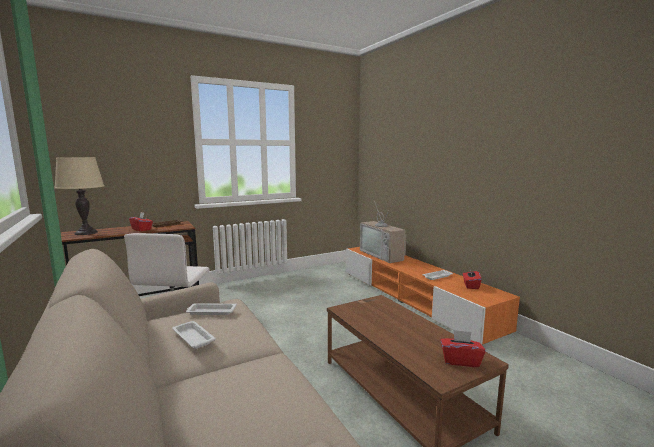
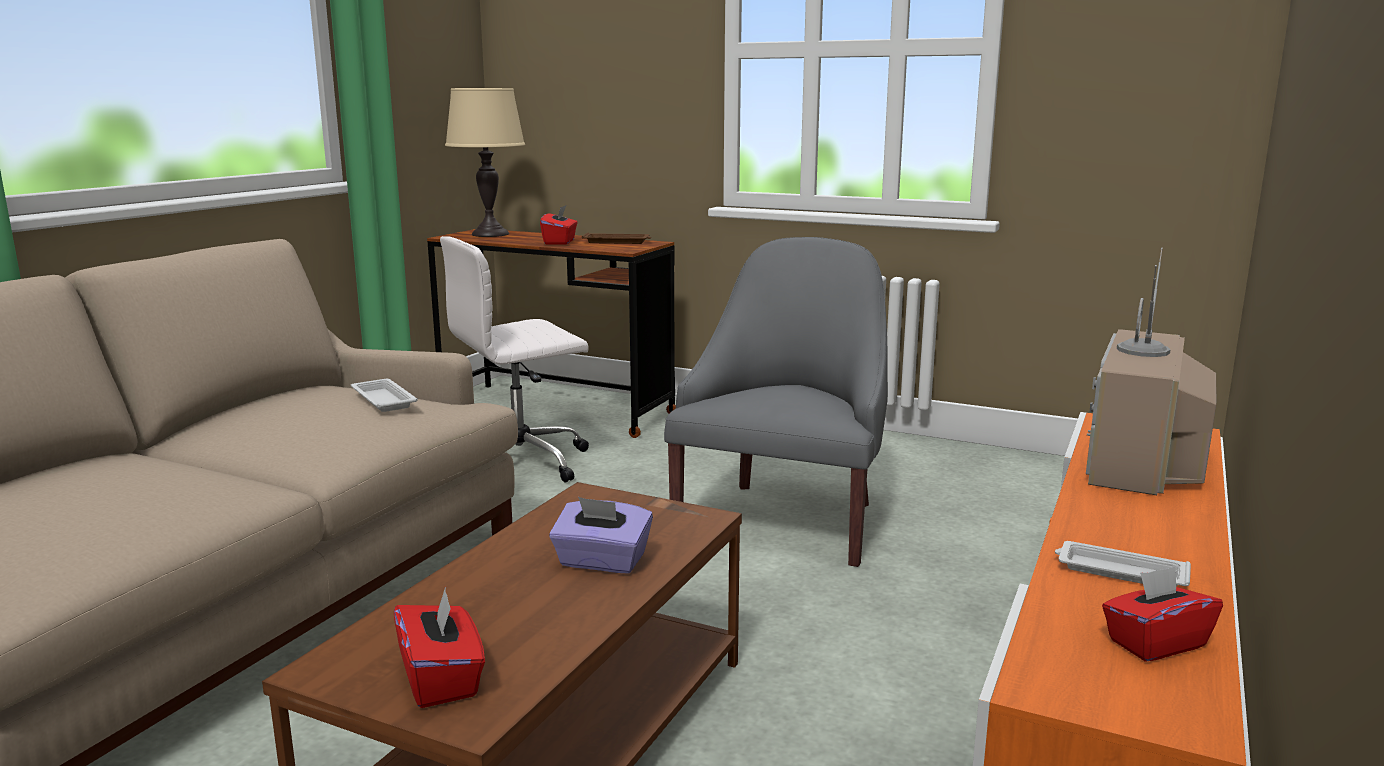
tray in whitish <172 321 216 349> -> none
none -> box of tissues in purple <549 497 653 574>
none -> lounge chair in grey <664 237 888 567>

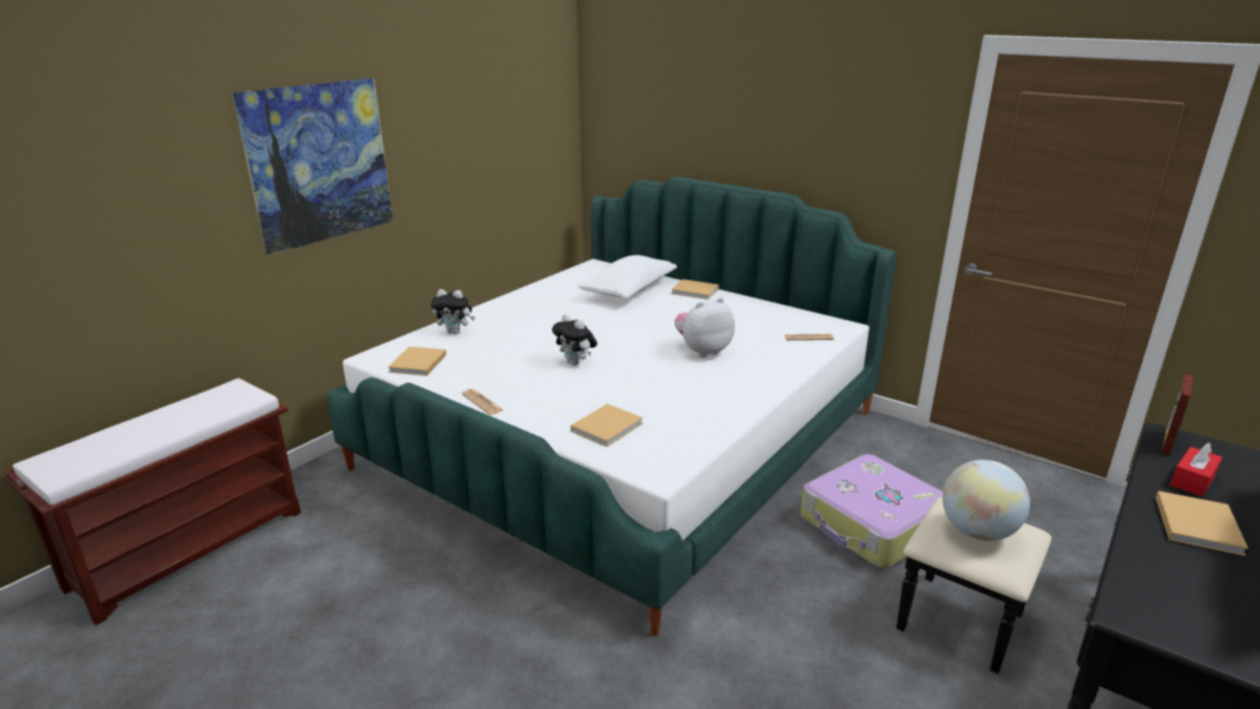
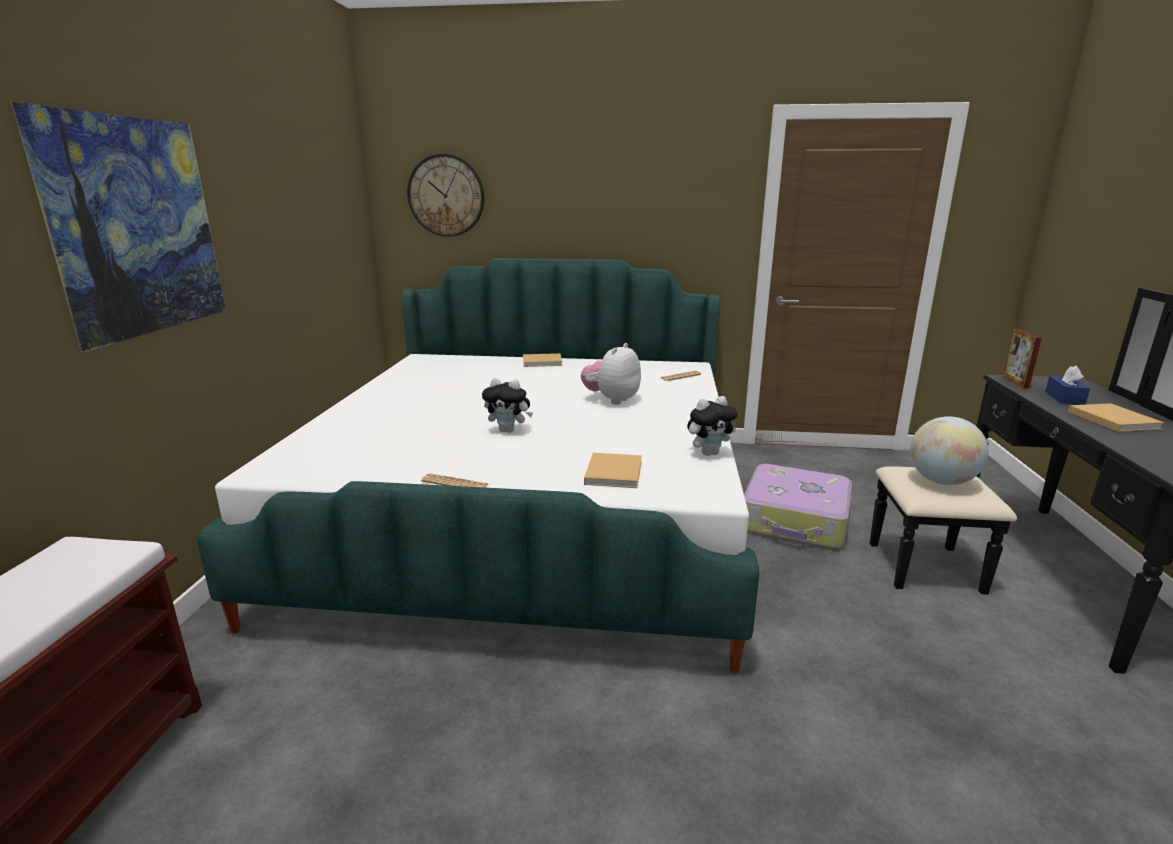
volume in beige <388 347 447 376> -> none
plush toy <431 289 475 334> -> plush toy <687 396 738 456>, moved
throw pillow in whitish <578 255 677 299> -> none
box of tissues in red <1170 443 1222 497> -> box of tissues in blue-coloured <1045 365 1090 405>
none -> clock on the wall <407 154 484 237>

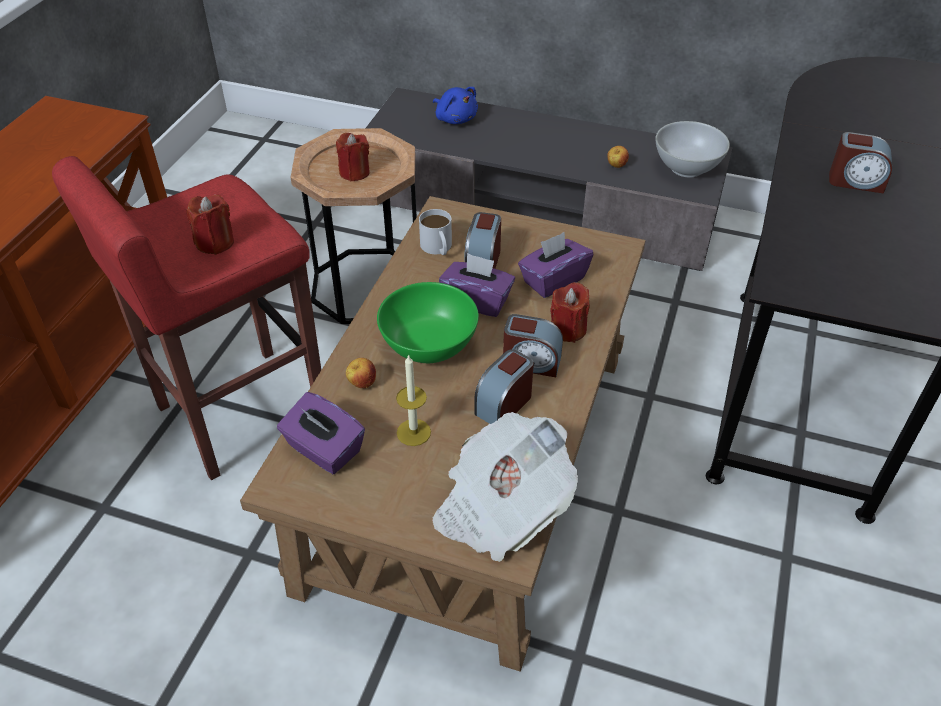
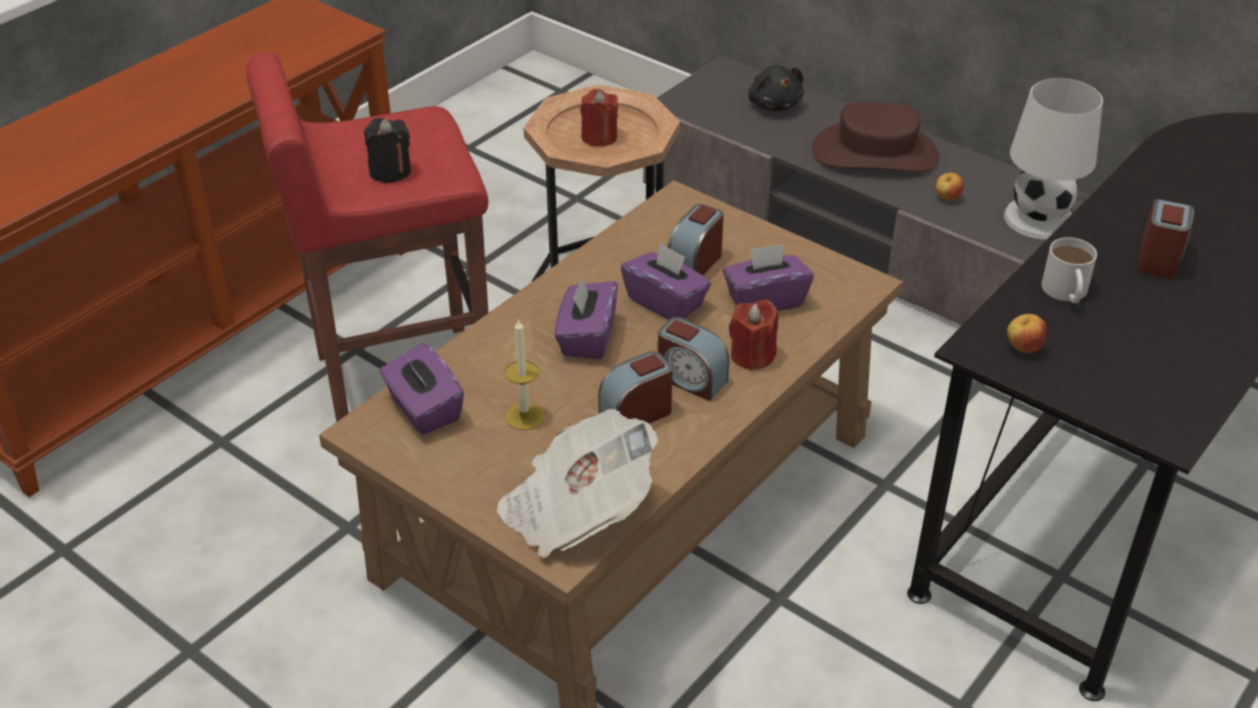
wax light in red <186 195 234 255> -> wax light in blackish <364 118 411 183>
apple fruit <346 358 376 388> -> apple fruit <1007 314 1047 353>, moved
serving bowl in green-coloured <377 282 479 363> -> box of tissues in purple <555 277 618 359>
coffee mug in whitish <419 209 452 255> -> coffee mug in whitish <1041 237 1097 303>, moved
plush toy in blue-coloured <433 87 478 124> -> plush toy in blackish <748 65 804 111>
serving bowl in whitish <655 121 730 177> -> lamp for a table in whitish <1004 78 1103 239>
table clock <829 132 892 194> -> table clock <1138 199 1194 278>, 105 degrees counterclockwise
none -> wearable hat in brownish <812 102 940 172>

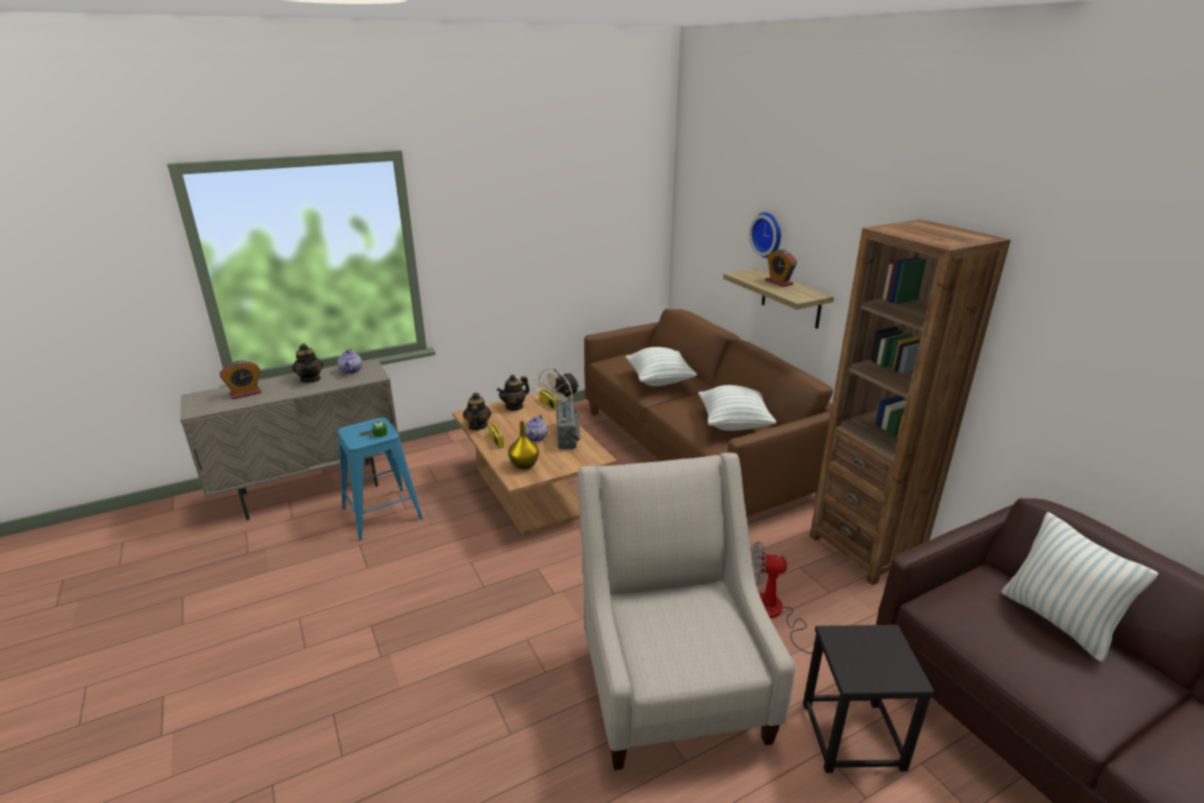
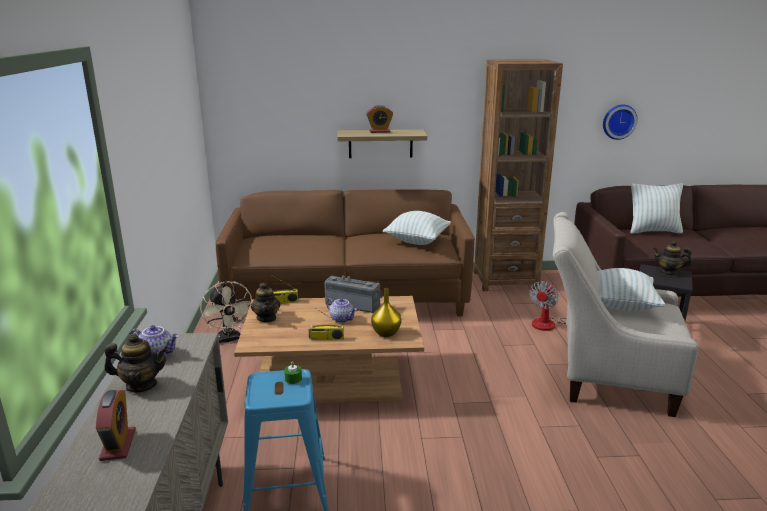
teapot <463 392 491 430> -> teapot <653 241 692 276>, moved
throw pillow <626 347 697 386> -> throw pillow <597 268 665 312>, moved
clock on the wall <749 212 781 258> -> clock on the wall <603 104 638 140>, moved

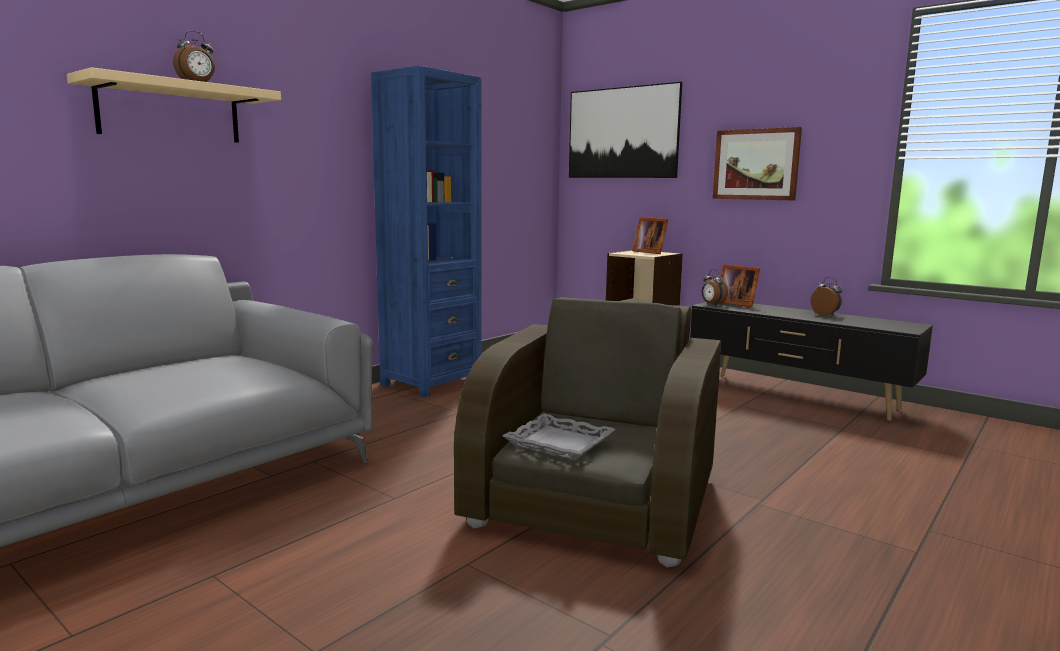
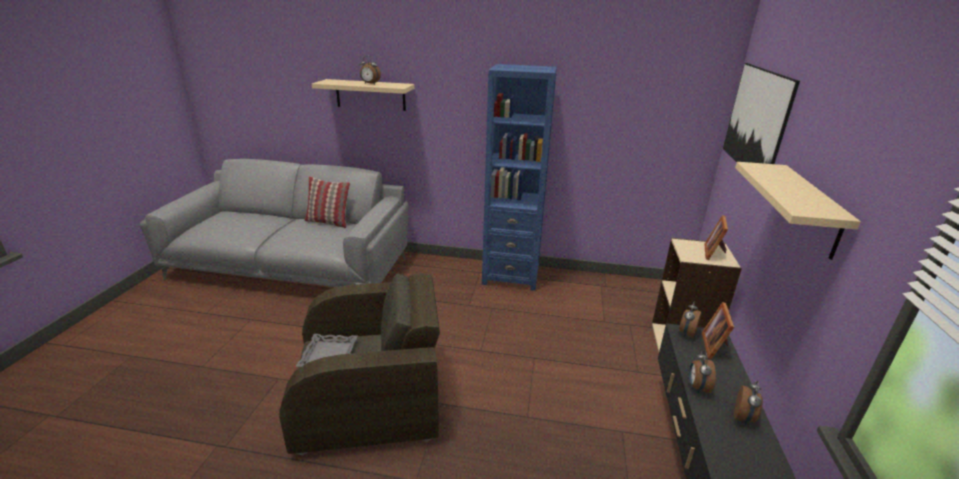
wall picture <713 127 802 200> -> wall shelf in beige <735 162 861 260>
none -> throw pillow <305 176 350 228>
none -> table clock <689 351 716 393>

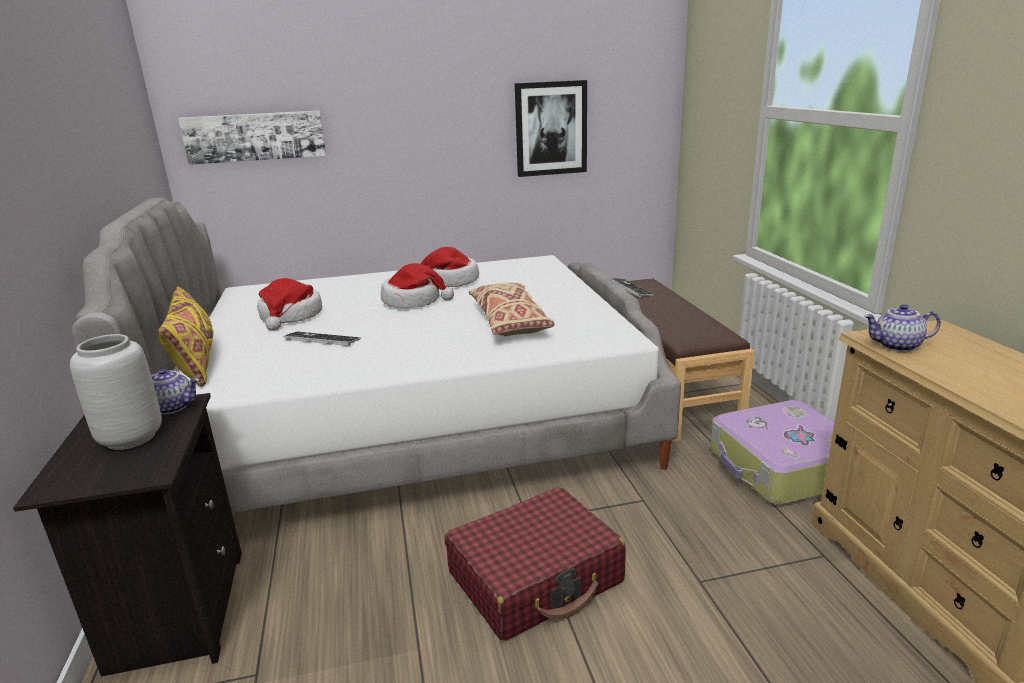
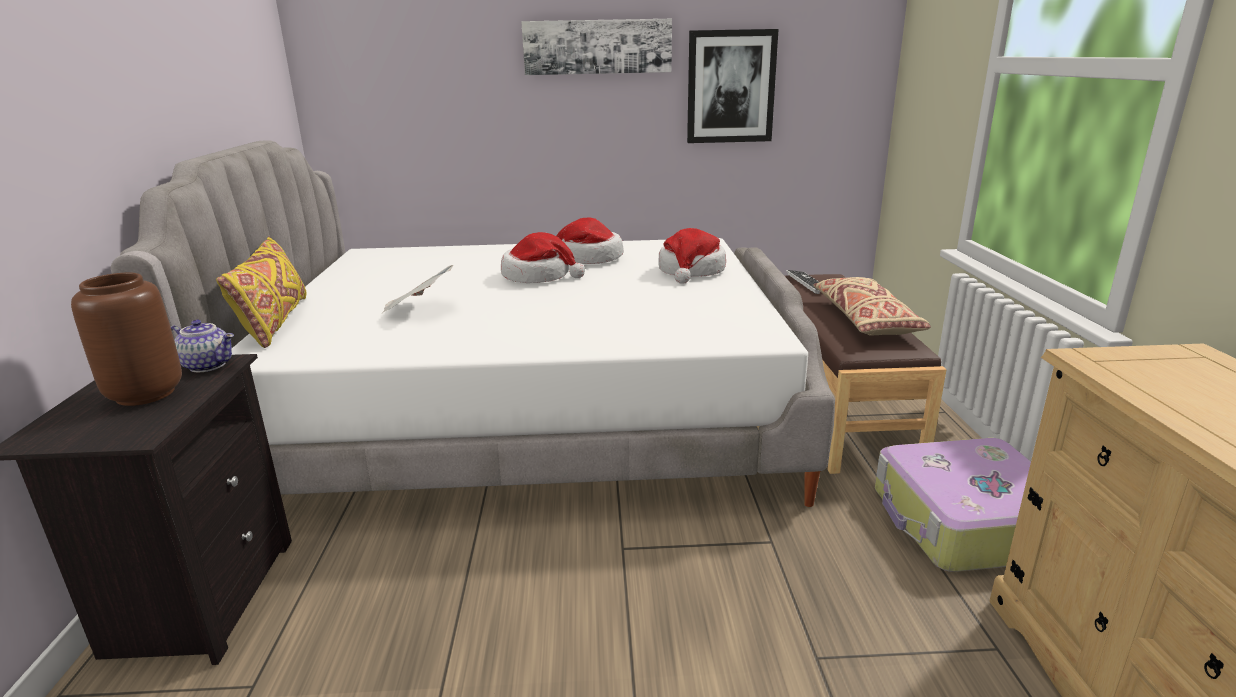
decorative vase in grey <70 334 162 450> -> decorative vase in brownish <71 273 182 406>
wall picture <178 110 326 165> -> wall picture <521 19 672 75>, moved
wearable hat <257 278 322 331> -> wearable hat <659 228 726 284>, moved
computer keyboard <283 332 361 346> -> newspaper <383 265 453 313>
piece of luggage in red <445 487 626 641> -> none
throw pillow in beige <469 282 555 336> -> throw pillow in beige <813 277 930 336>, moved
teapot <864 304 941 352> -> none

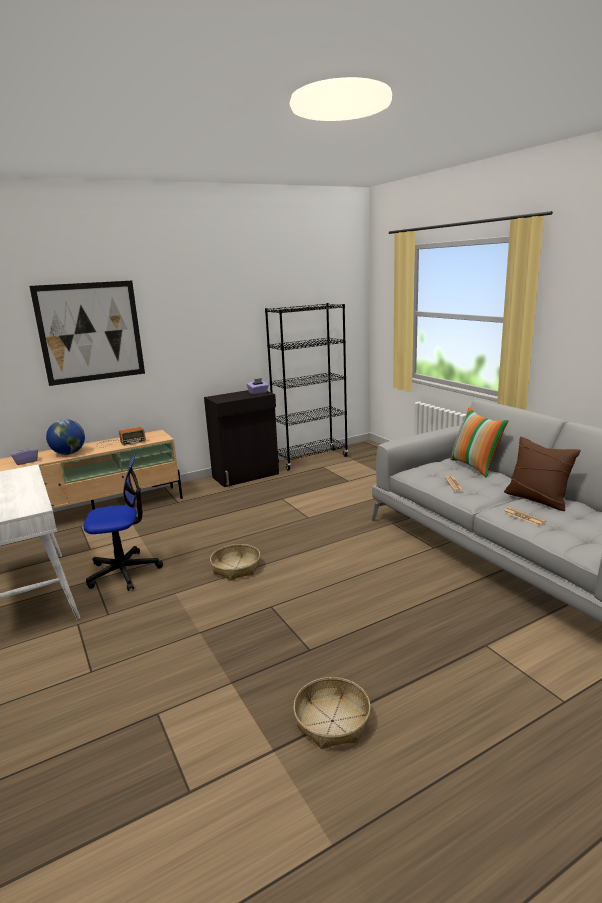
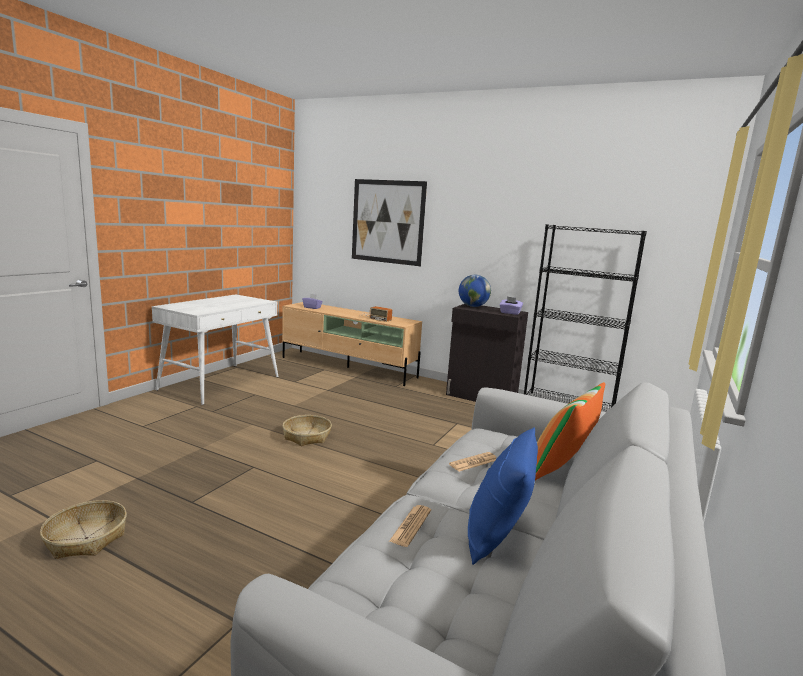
globe <46 419 85 455> -> globe <459 275 491 307>, moved
desk chair <84 453 163 591> -> none
throw pillow in brownish <504 437 581 511> -> throw pillow in blue-coloured <468 427 538 565>

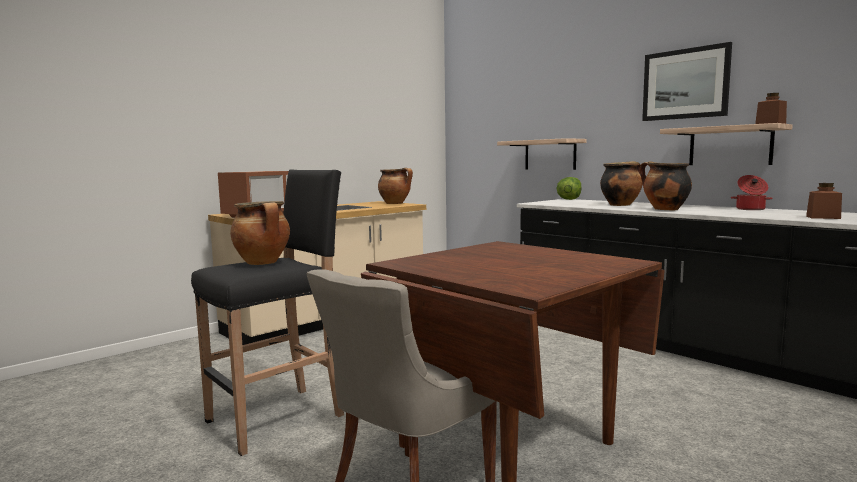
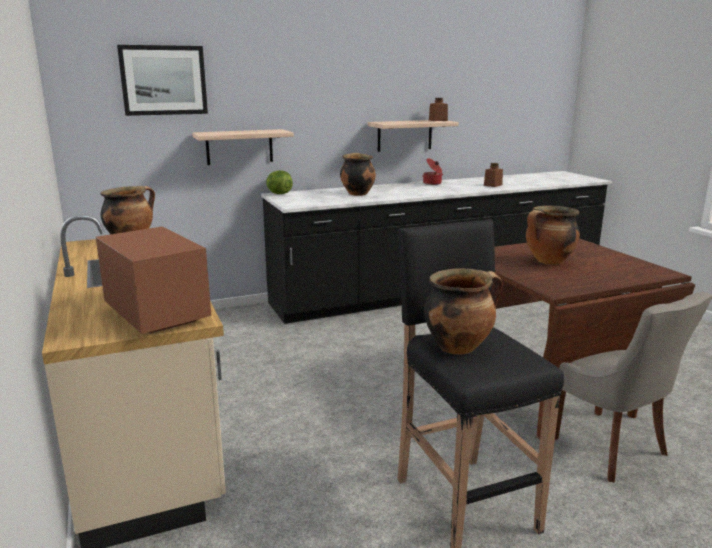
saucepot <640 161 692 210> -> saucepot <526 206 580 265>, moved
wall picture <642 42 732 121> -> wall picture <117 45 208 116>, moved

